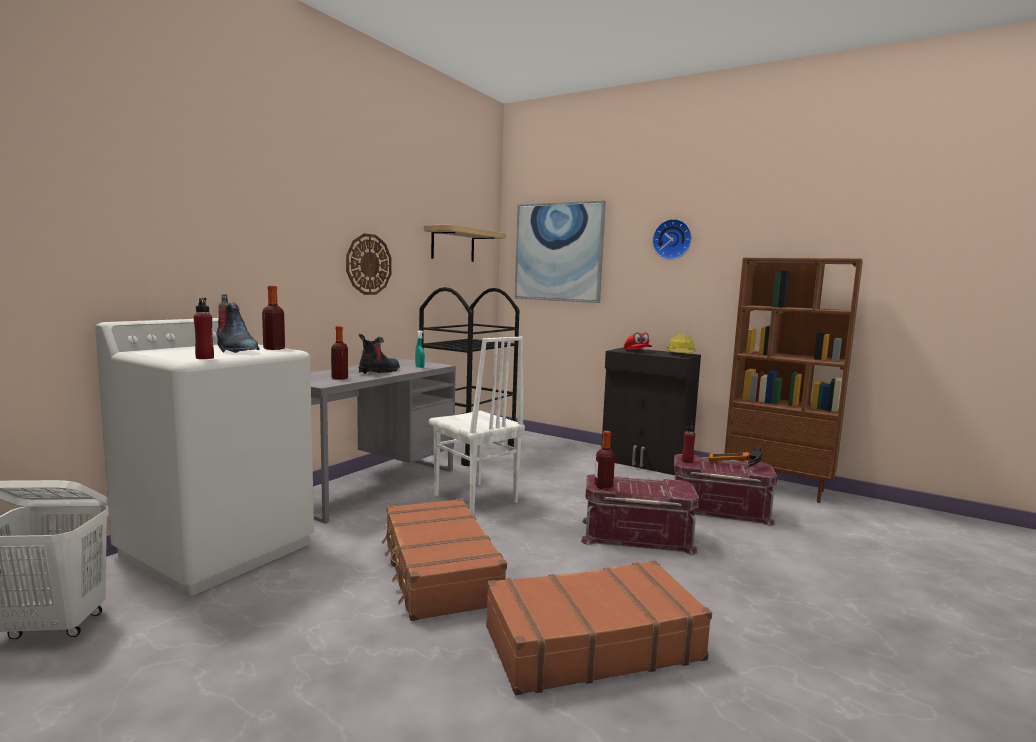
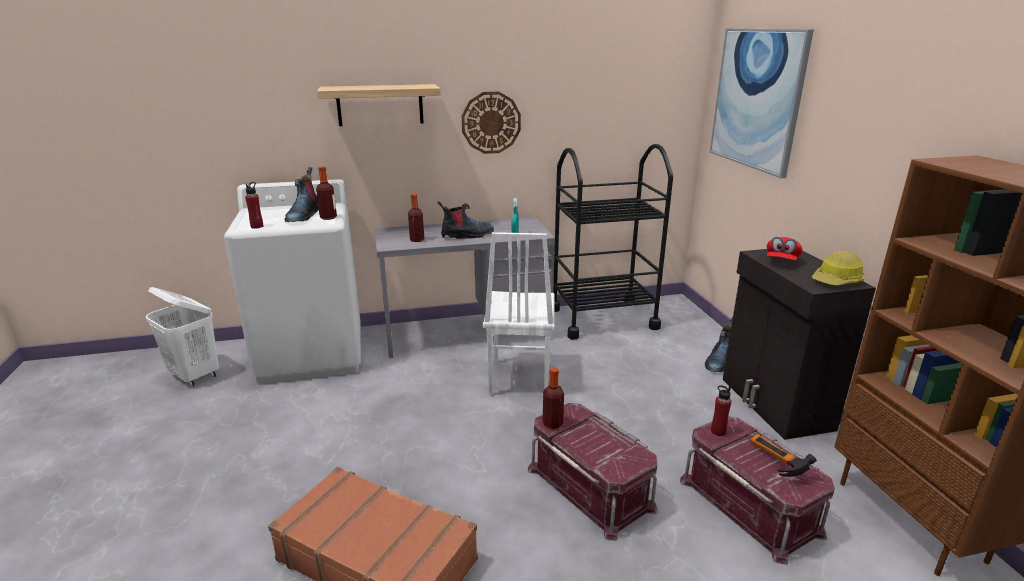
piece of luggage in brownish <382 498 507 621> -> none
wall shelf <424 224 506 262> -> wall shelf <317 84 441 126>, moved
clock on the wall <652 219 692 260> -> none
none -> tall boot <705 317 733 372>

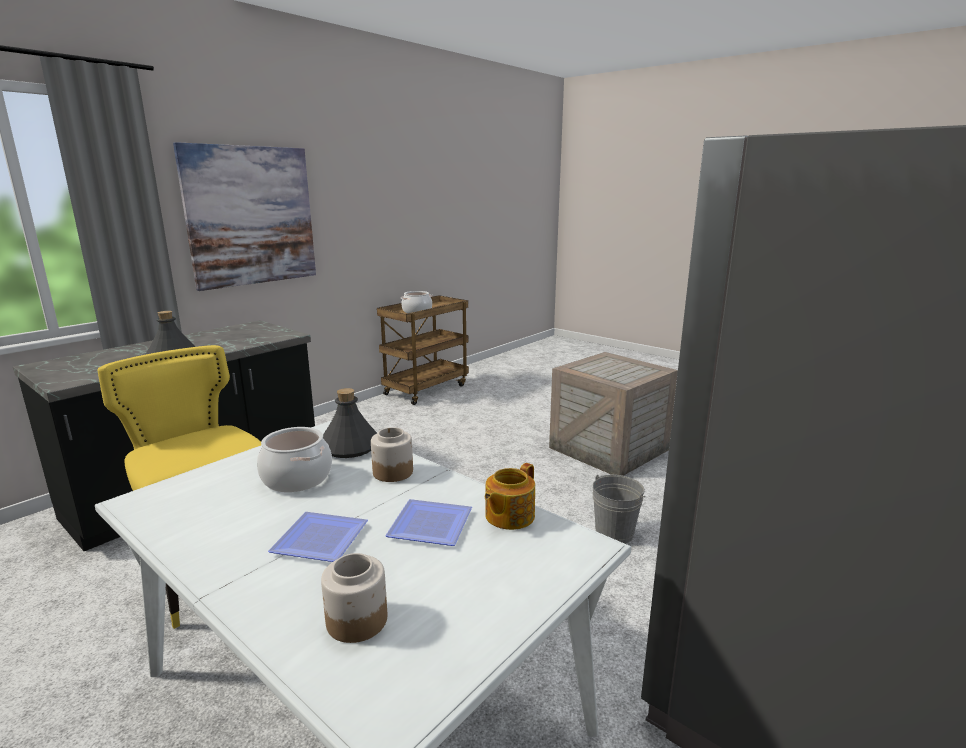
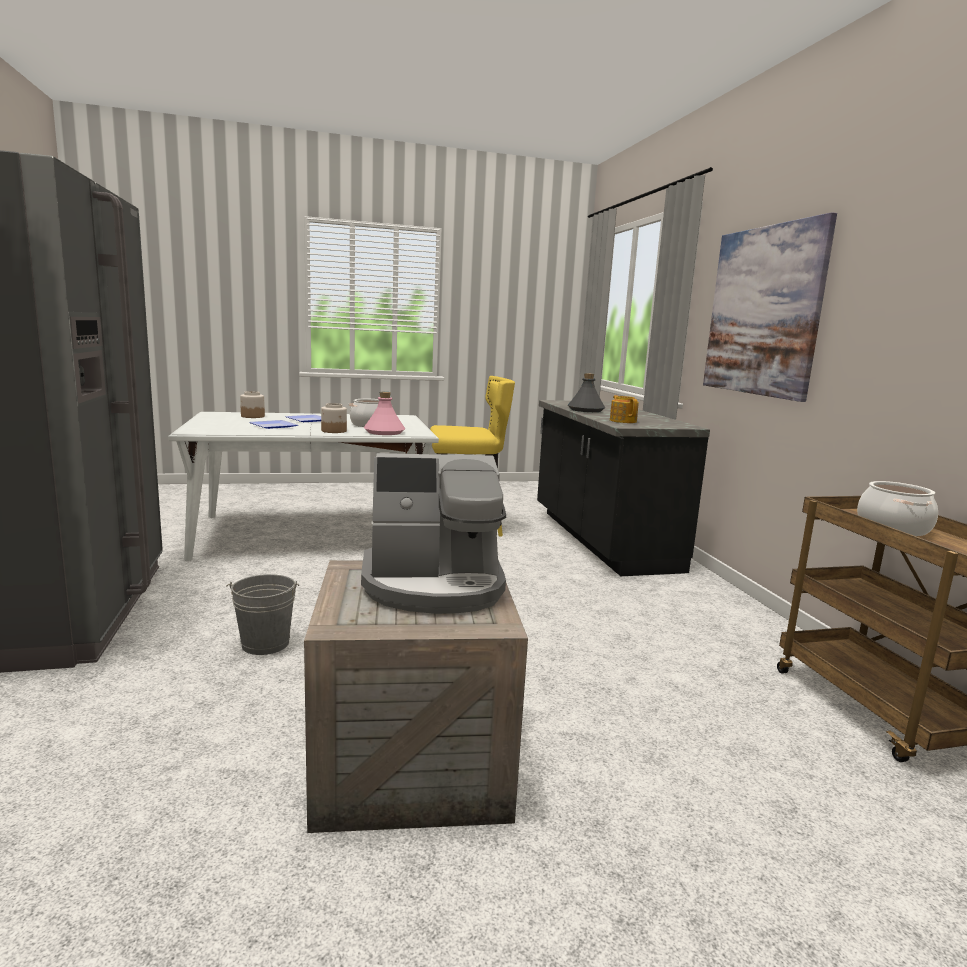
bottle in grey <323 388 377 458> -> bottle in pink-coloured <364 392 405 435>
teapot <485 463 535 530> -> teapot <610 395 639 423>, moved
none -> coffee maker <361 453 506 614>

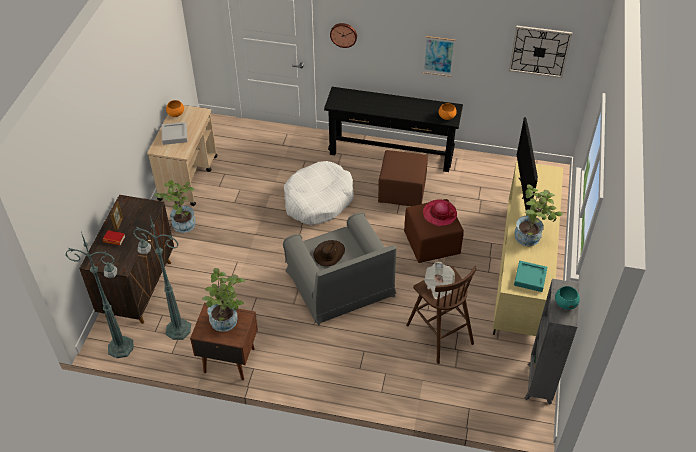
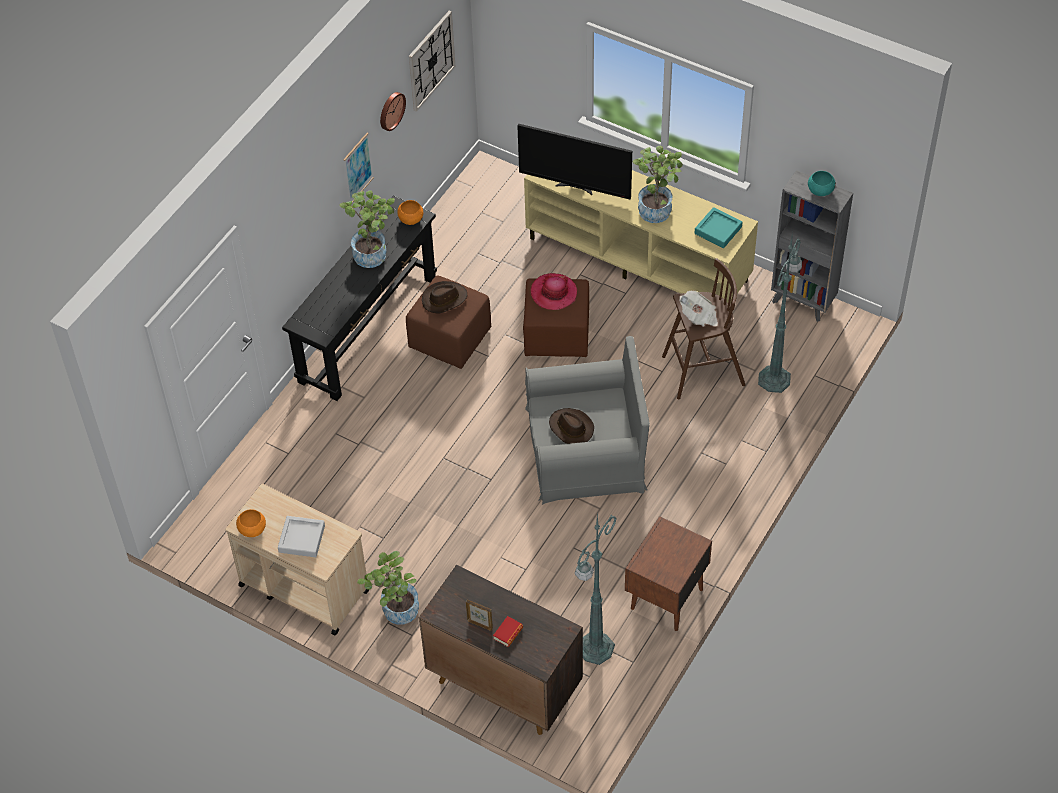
standing lamp in green-coloured <65 232 134 358> -> standing lamp in green-coloured <758 232 802 393>, moved
potted plant <202 268 245 332> -> potted plant <339 190 395 268>, moved
pet bed in whitish <284 161 354 225> -> none
clock on the wall <330 23 357 48> -> clock on the wall <380 92 406 131>, moved
none -> wearable hat in brownish <422 281 467 313>

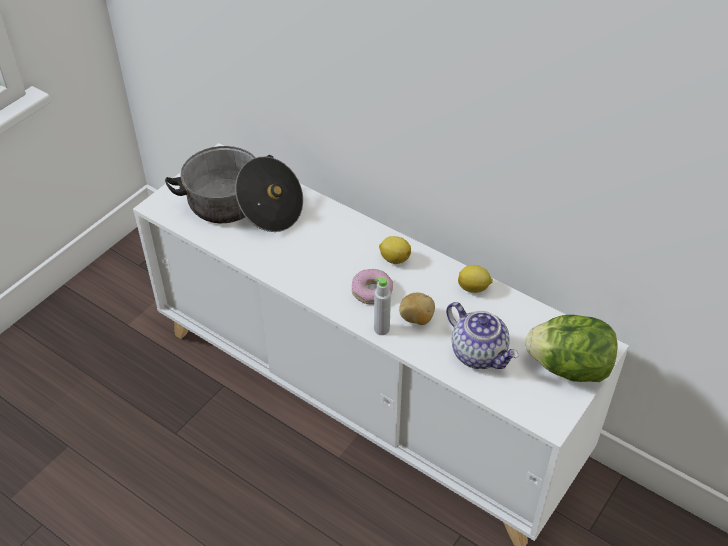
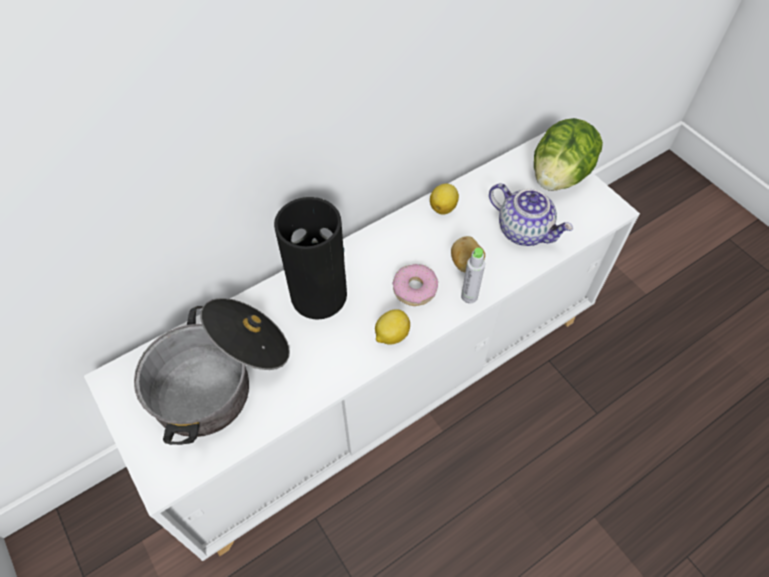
whole lemon <379 236 411 264> -> whole lemon <375 309 410 345>, moved
teapot <446 302 519 369> -> teapot <489 183 573 246>, 60 degrees clockwise
none -> decorative vase <274 197 347 320>

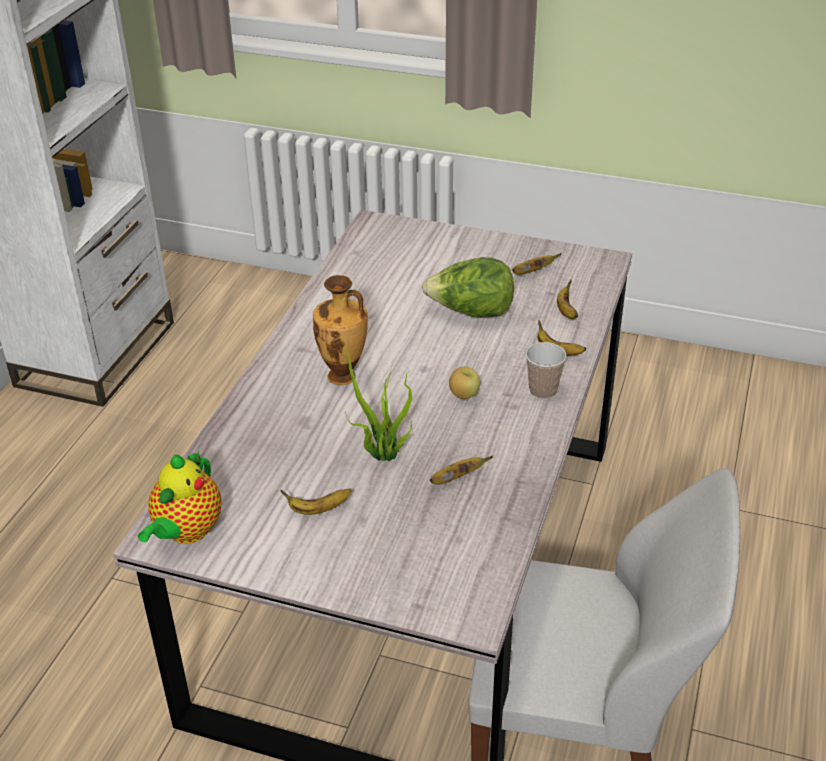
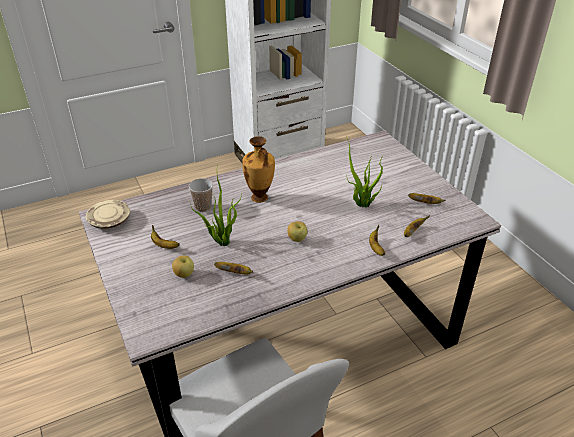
teapot <138 451 221 544> -> dinner plate in beige <86 200 130 229>
head of lettuce <422 257 514 318> -> potted plant <346 136 383 208>
small cup <526 342 566 399> -> small cup <189 178 213 212>, moved
none -> apple fruit <172 255 194 278>

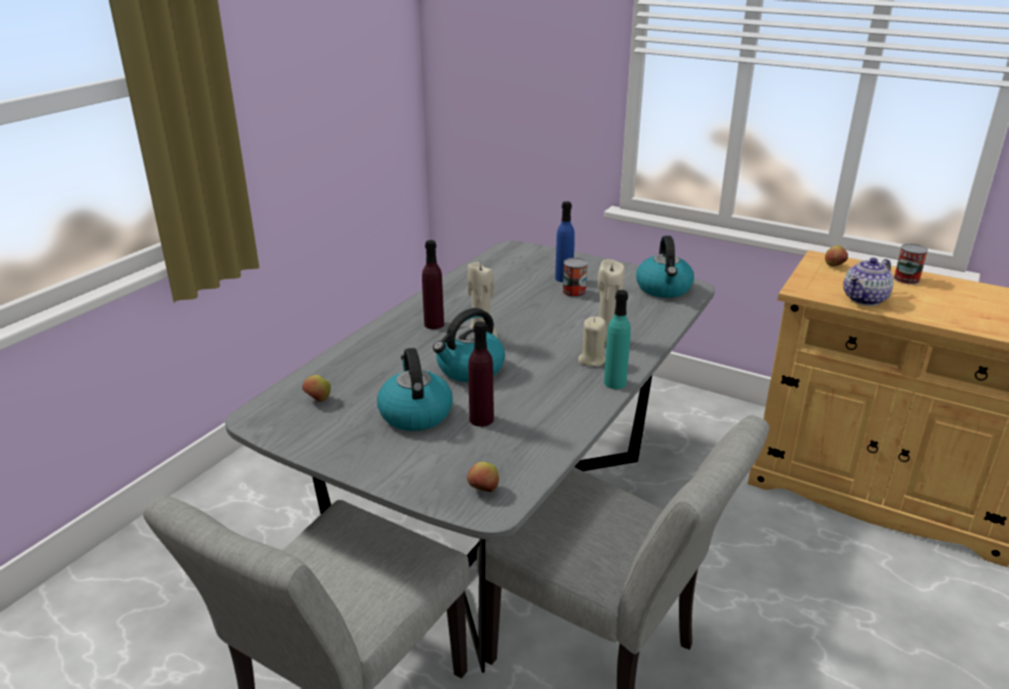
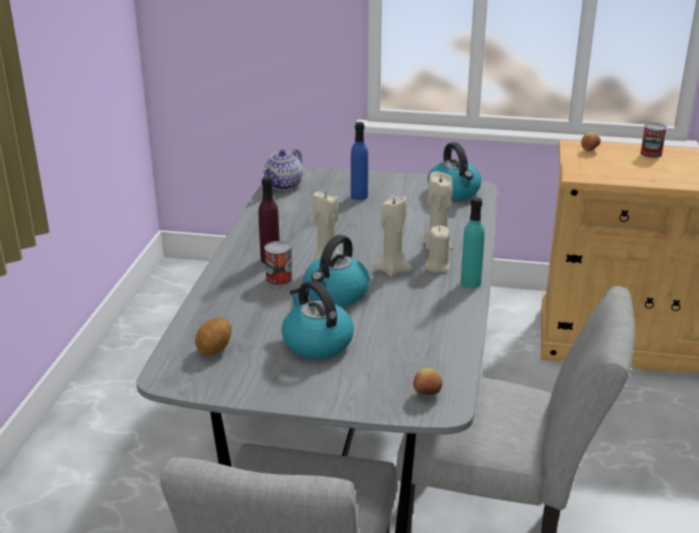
apple fruit <302 375 331 402> -> whole potato <195 318 232 355>
bottle in purple <468 321 494 427> -> none
sealed can <563 258 588 298> -> sealed can <264 241 292 286>, moved
teapot <843 258 894 306> -> teapot <263 149 303 190>, moved
none -> wax light in beige <373 195 413 277>

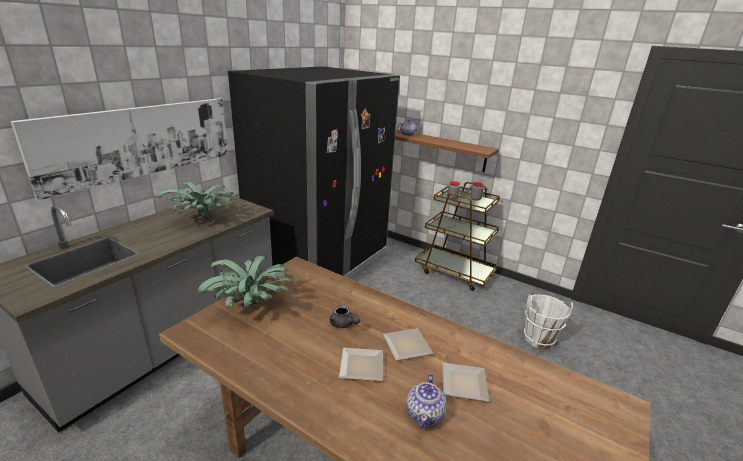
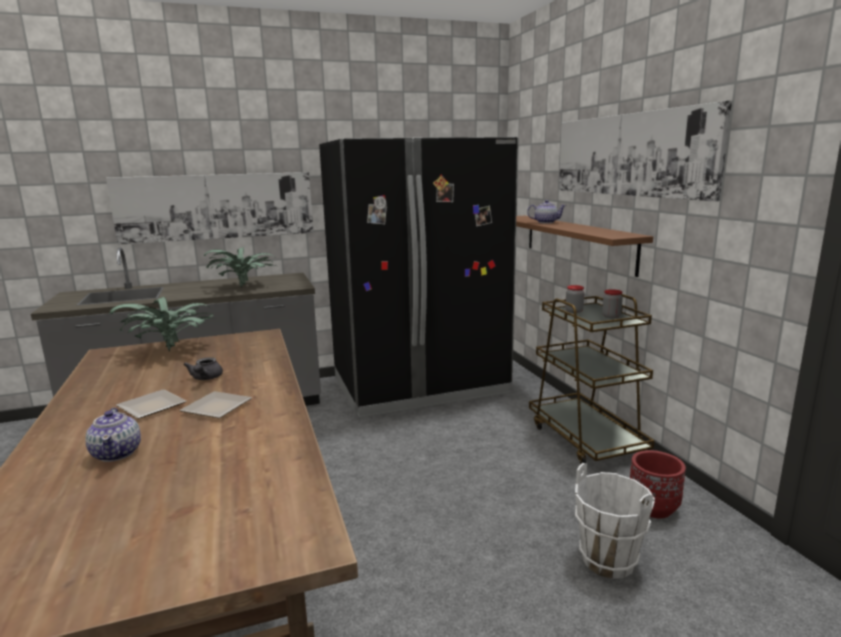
teapot <406 373 446 429> -> teapot <85 408 141 462>, 75 degrees counterclockwise
dinner plate <442 363 489 402> -> none
none -> wall picture <559 101 732 202>
none -> plant pot in red <630 450 686 518>

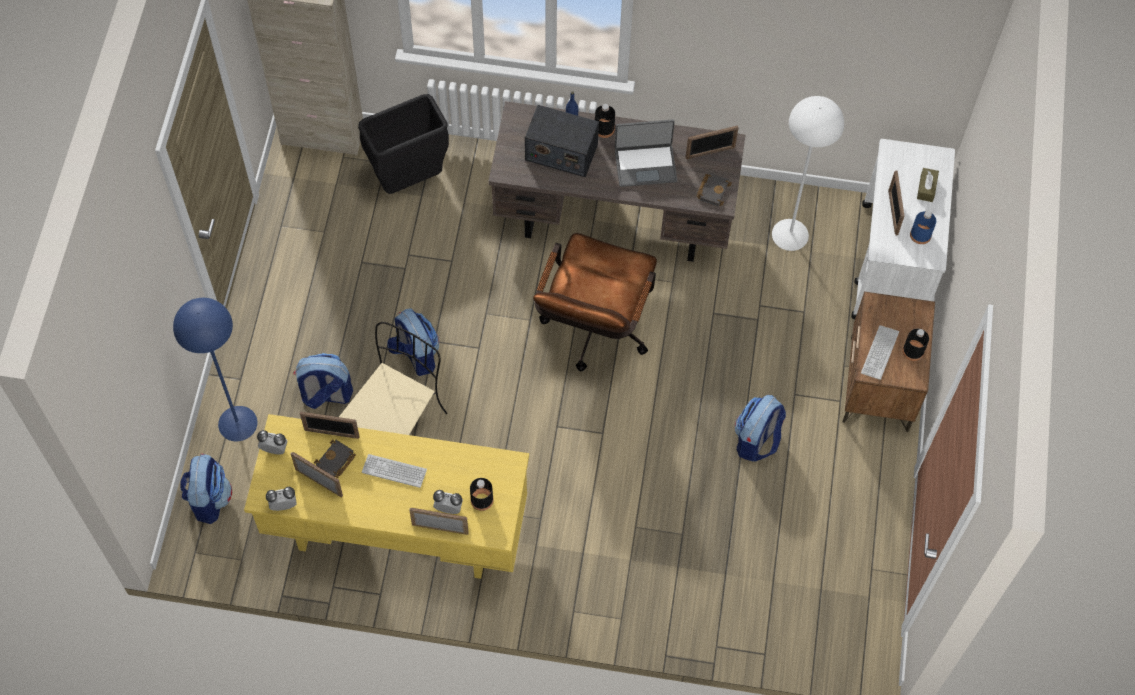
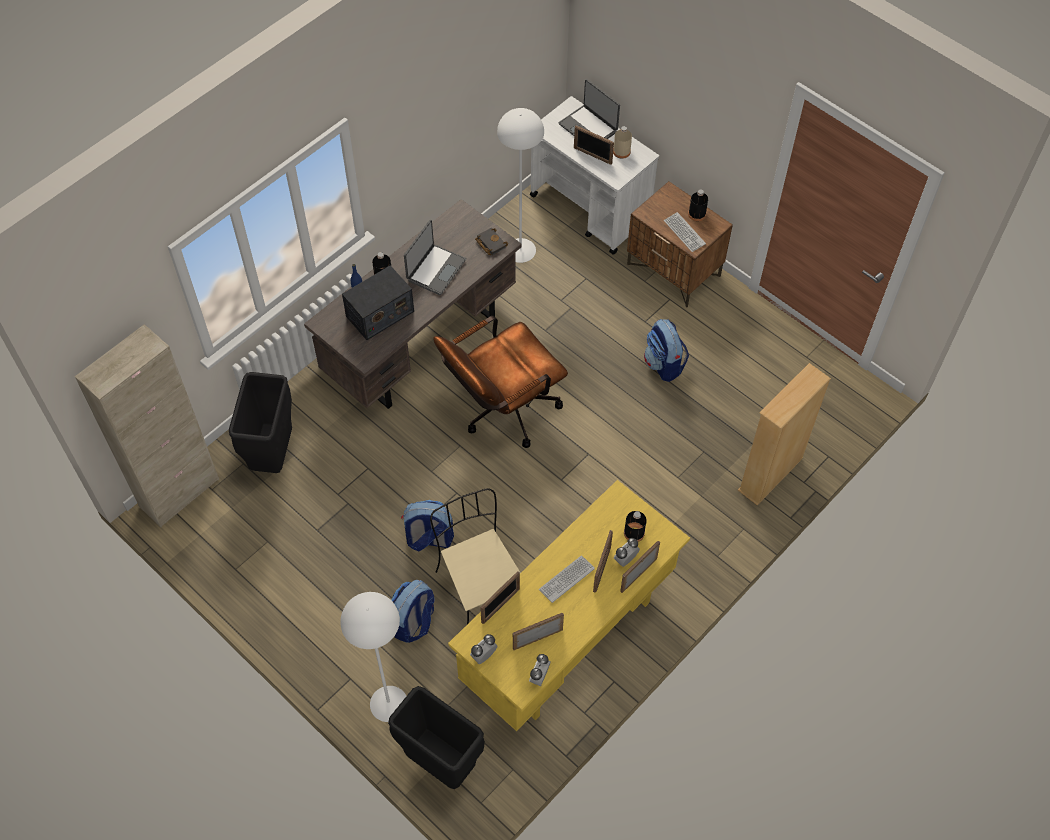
standing lamp in blue-coloured <173 298 257 441> -> standing lamp in whitish <340 592 406 722>
rucksack <180 454 232 524> -> rubbish bin in blackish <388 686 485 789>
volume in blackish <314 439 356 478> -> none
desk chair in brownish <533 233 657 371> -> desk chair in brownish <434 316 568 448>, 90 degrees clockwise
picture frame <685 126 739 159> -> picture frame <593 530 613 592>, moved
bottle in blue-coloured <910 211 936 244> -> bottle in beige <613 126 632 159>
box of tissues in brownish <917 168 939 202> -> laptop <559 79 620 139>
none -> shelving unit in beige <738 363 831 505>

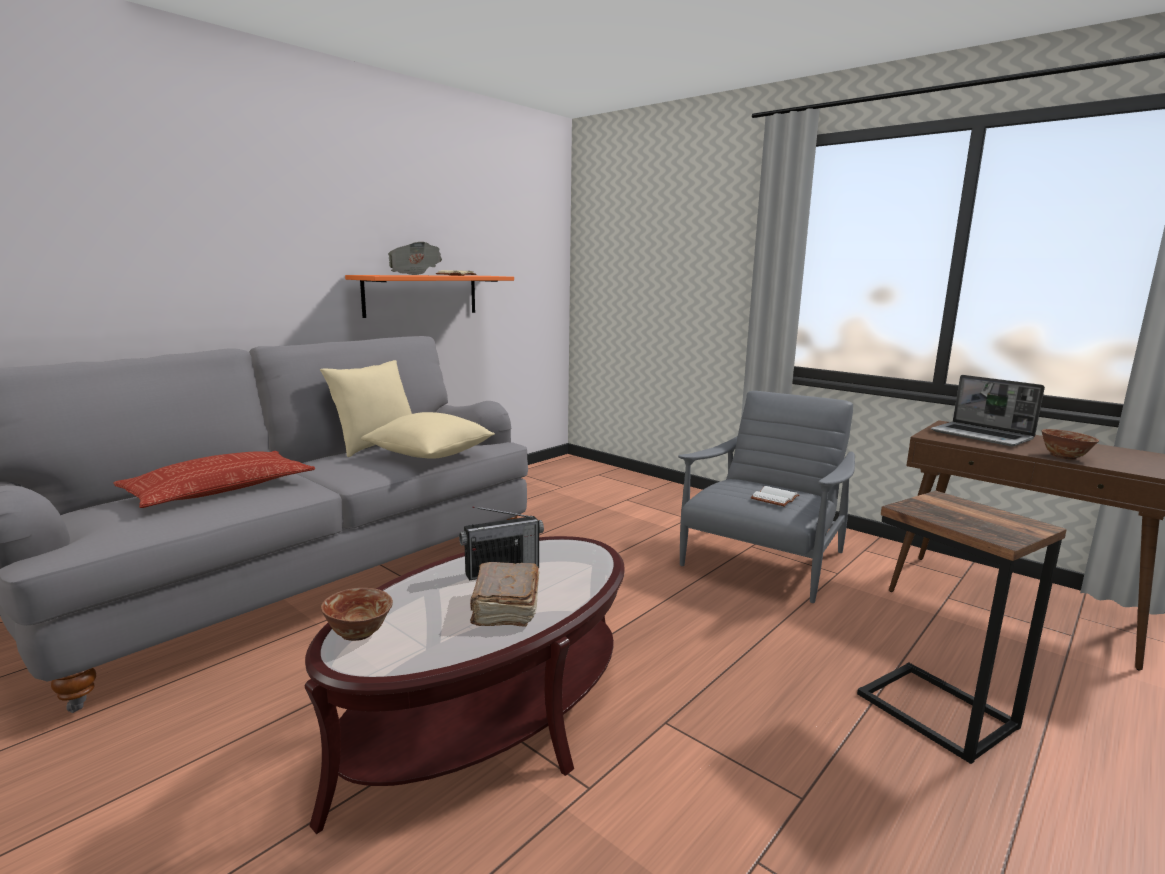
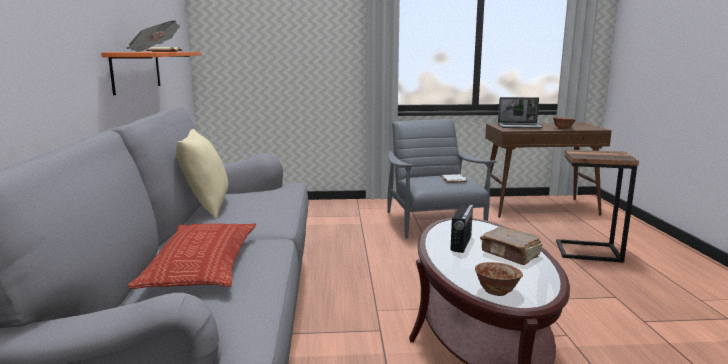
throw pillow in beige <361 412 495 459> -> none

